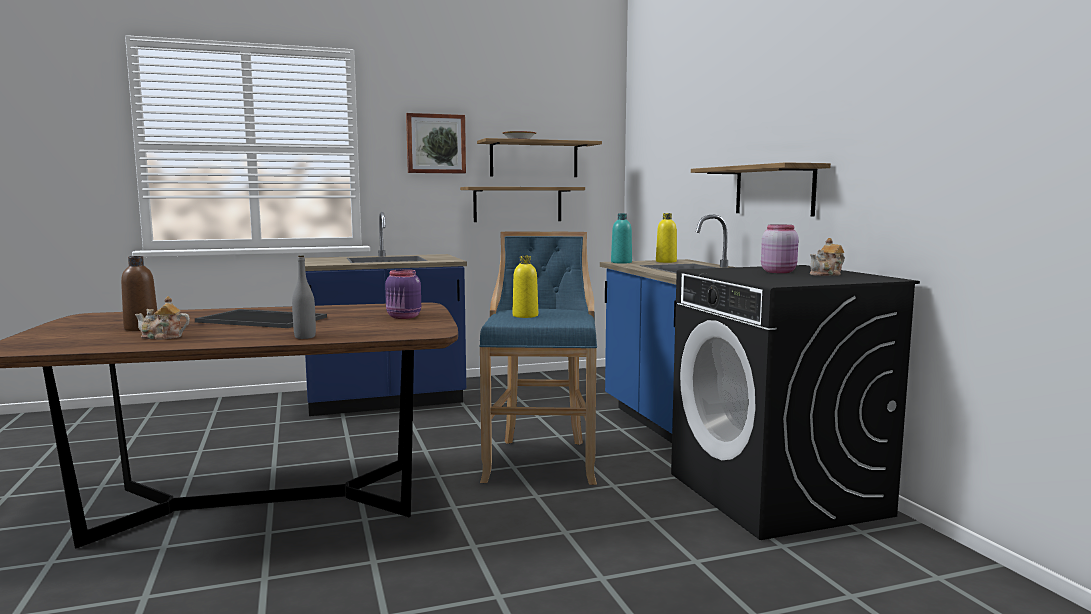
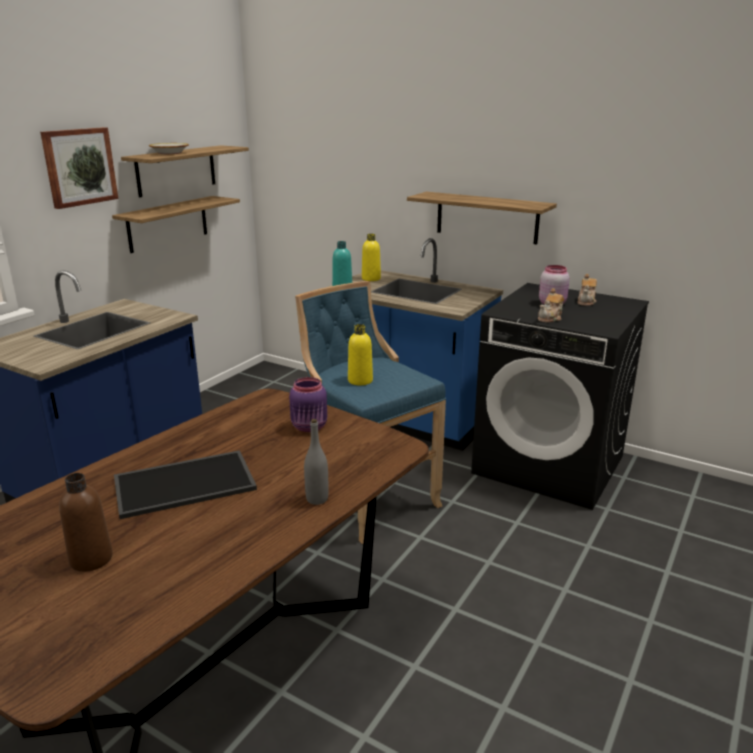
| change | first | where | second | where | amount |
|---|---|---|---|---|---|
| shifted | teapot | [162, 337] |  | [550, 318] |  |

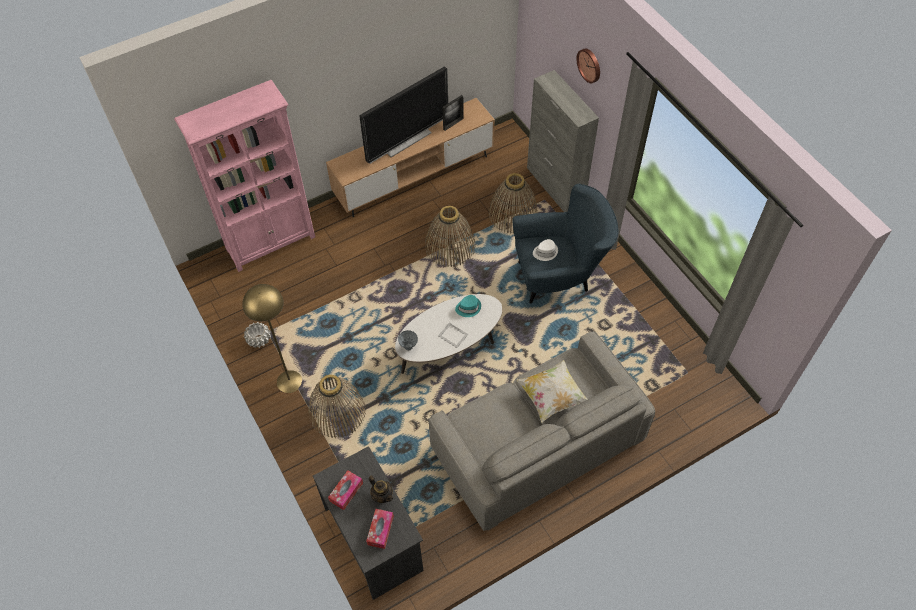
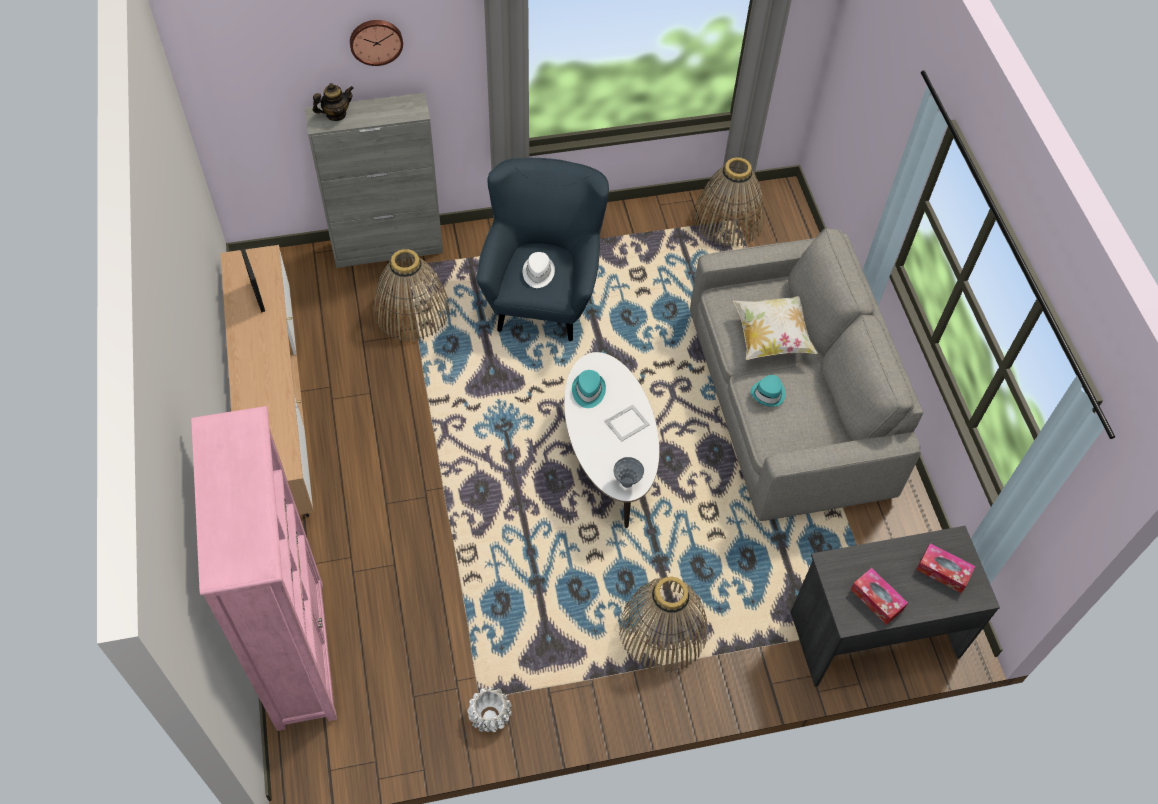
| change | first | where | second | where | amount |
|---|---|---|---|---|---|
| shifted | teapot | [382, 495] |  | [336, 114] |  |
| shifted | basket | [450, 246] |  | [728, 219] |  |
| new |  |  | hat (turquoise) | [768, 393] |  |
| gone | floor lamp (yellow) | [289, 381] |  |  |  |
| gone | television | [406, 140] |  |  |  |

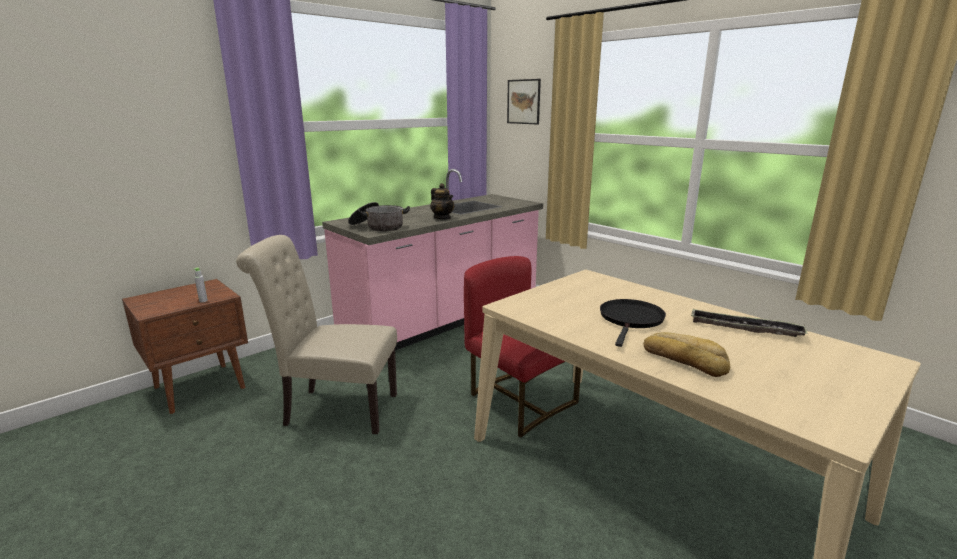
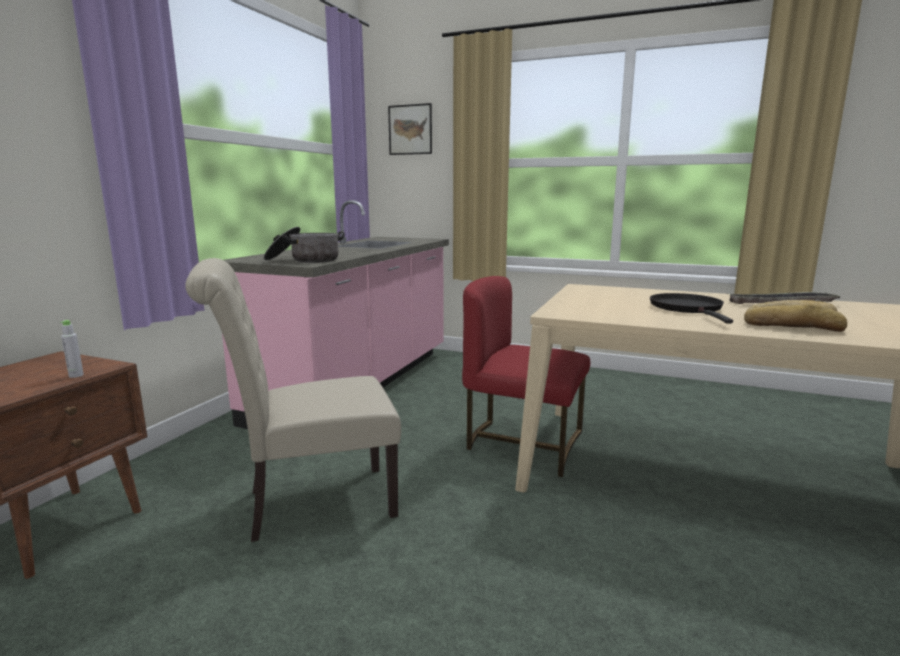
| change | first | where | second | where | amount |
|---|---|---|---|---|---|
| gone | teapot | [442, 218] |  |  |  |

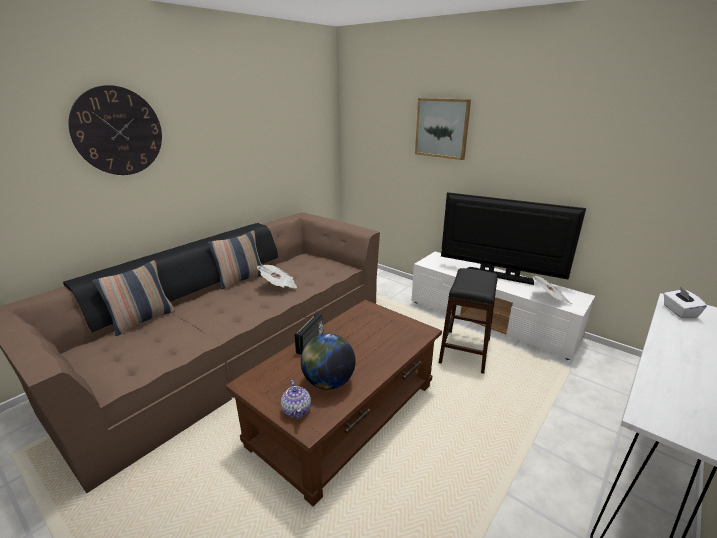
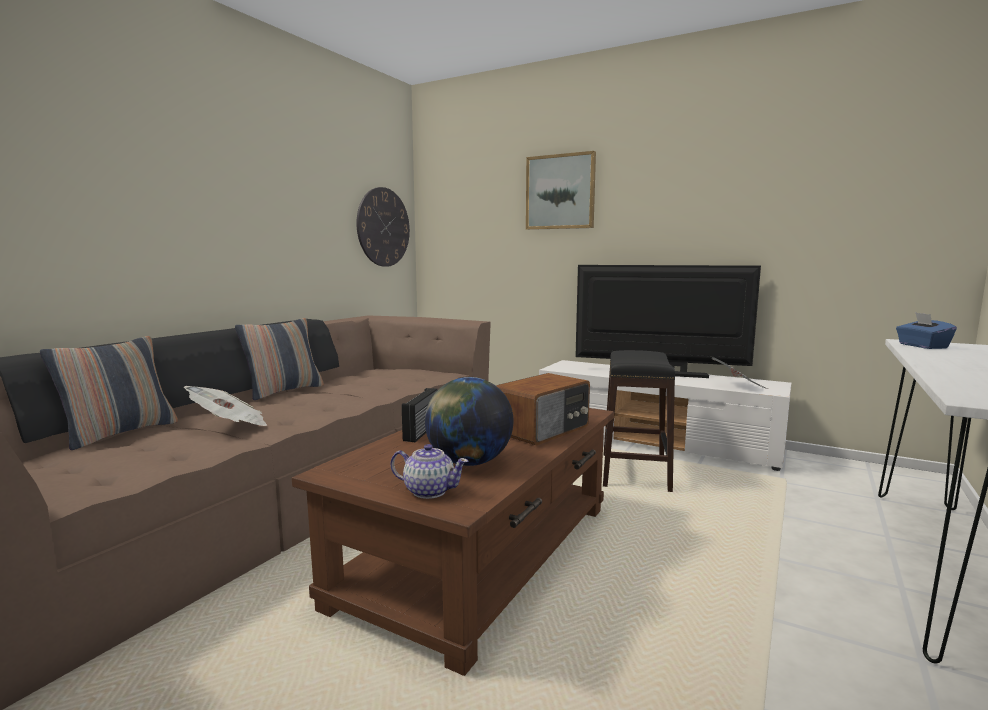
| change | first | where | second | where | amount |
|---|---|---|---|---|---|
| shifted | newspaper | [279, 286] |  | [230, 425] |  |
| shifted | wall clock | [118, 131] |  | [383, 227] |  |
| rotated | teapot | [297, 410] |  | [429, 491] | 45 degrees counterclockwise |
| new |  |  | radio | [544, 430] |  |
| repainted | tissue box (white) | [679, 311] | tissue box (blue) | [922, 346] |  |

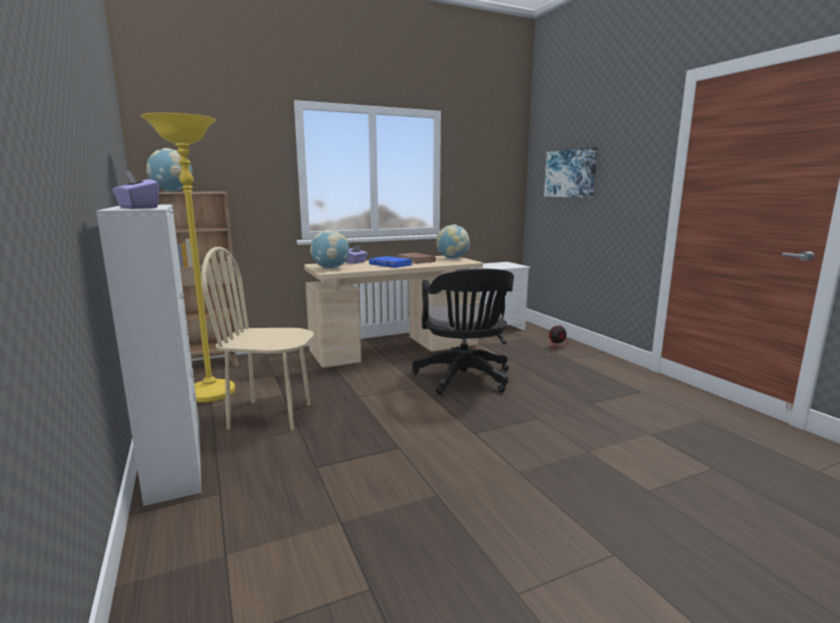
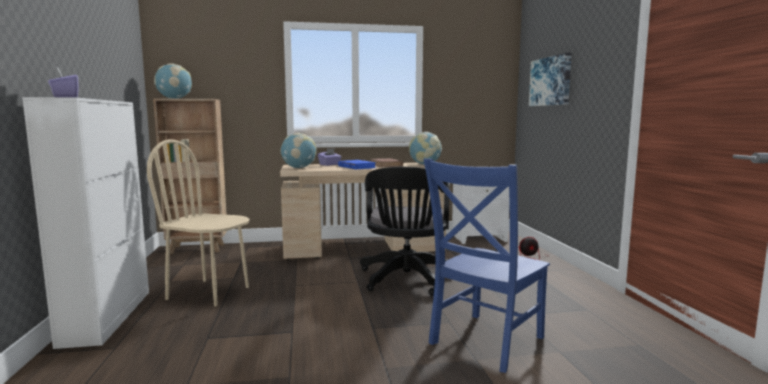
| change | first | where | second | where | amount |
|---|---|---|---|---|---|
| new |  |  | chair (blue) | [484, 342] |  |
| gone | floor lamp (yellow) | [210, 393] |  |  |  |

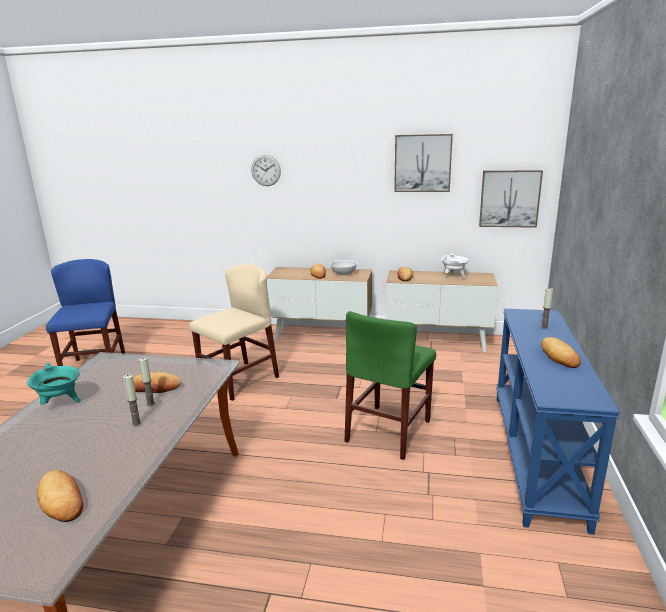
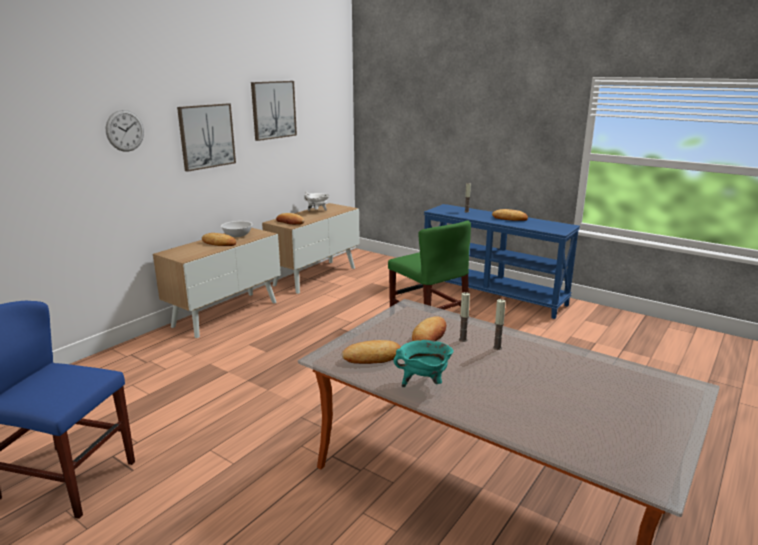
| change | first | where | second | where | amount |
|---|---|---|---|---|---|
| shifted | picture | [509, 198] |  | [206, 136] |  |
| shifted | bread | [61, 500] |  | [373, 357] |  |
| gone | chair (beige) | [239, 380] |  |  |  |

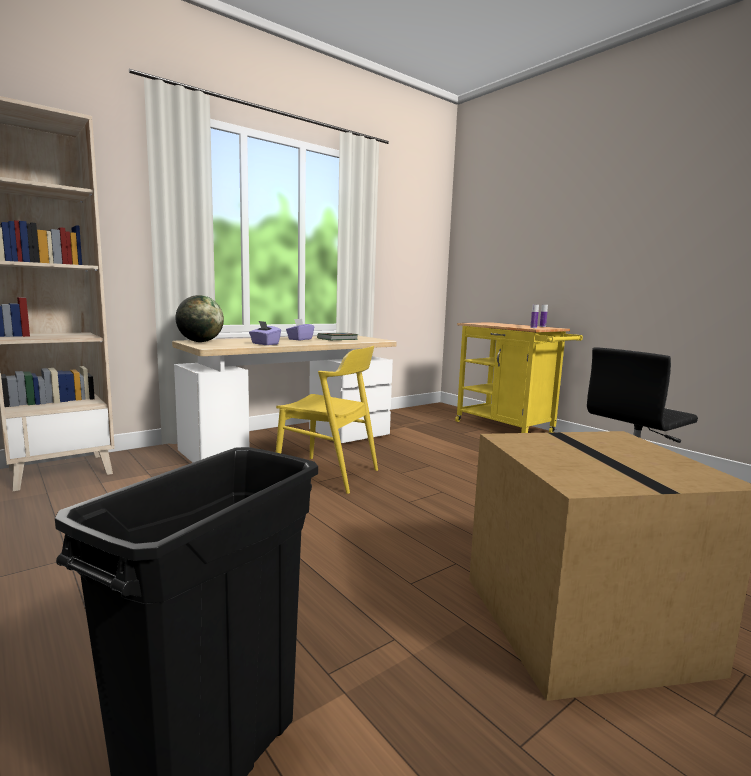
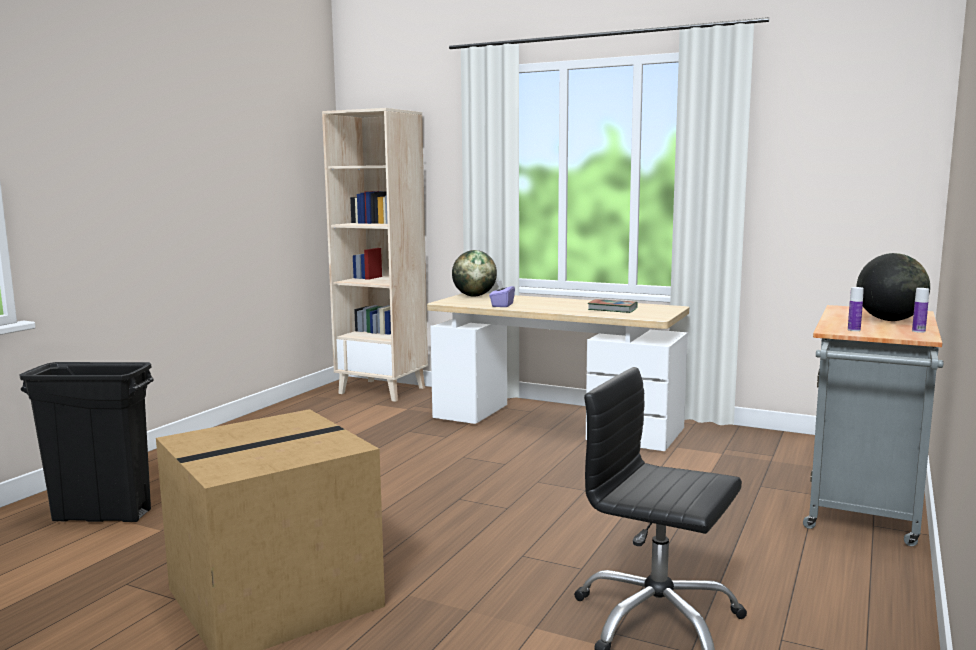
| change | first | where | second | where | amount |
|---|---|---|---|---|---|
| repainted | cart (yellow) | [509, 428] | cart (grey) | [863, 511] |  |
| new |  |  | globe | [890, 320] |  |
| gone | chair (yellow) | [328, 474] |  |  |  |
| gone | tissue box (purple) | [300, 339] |  |  |  |

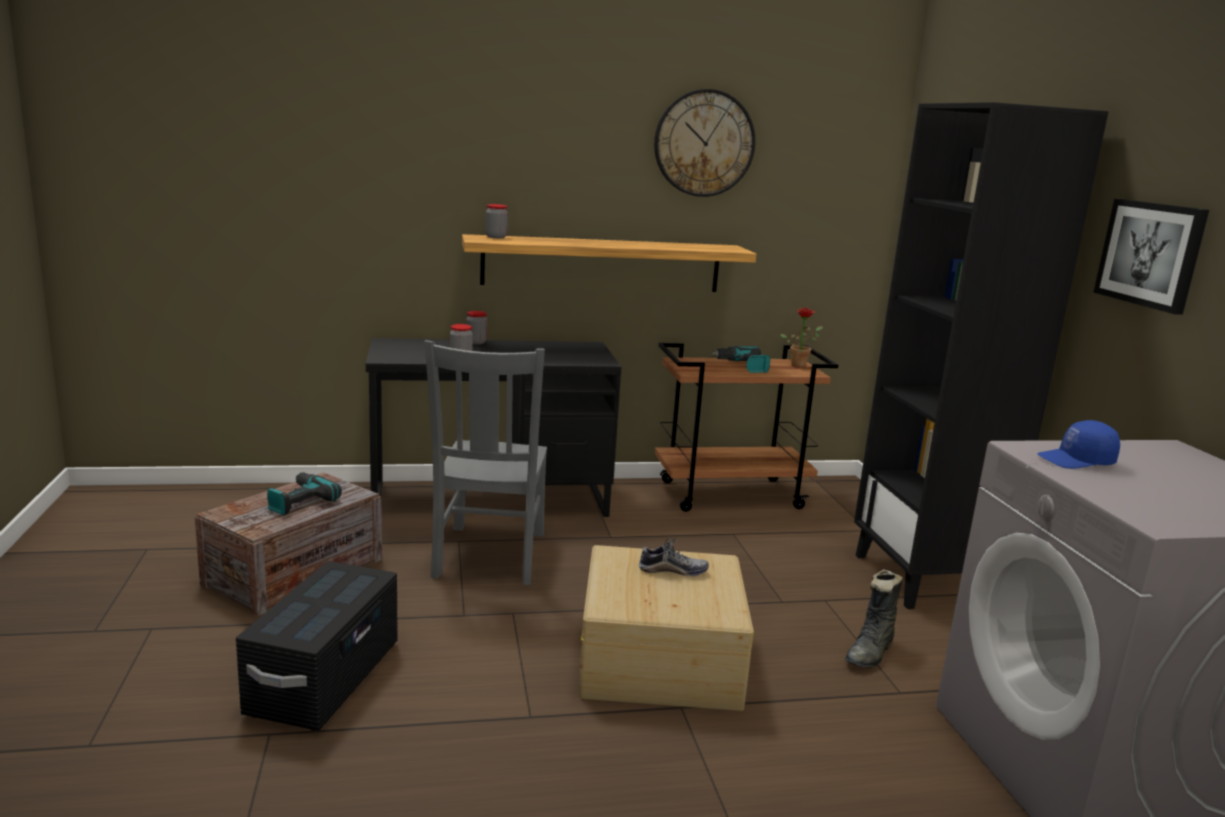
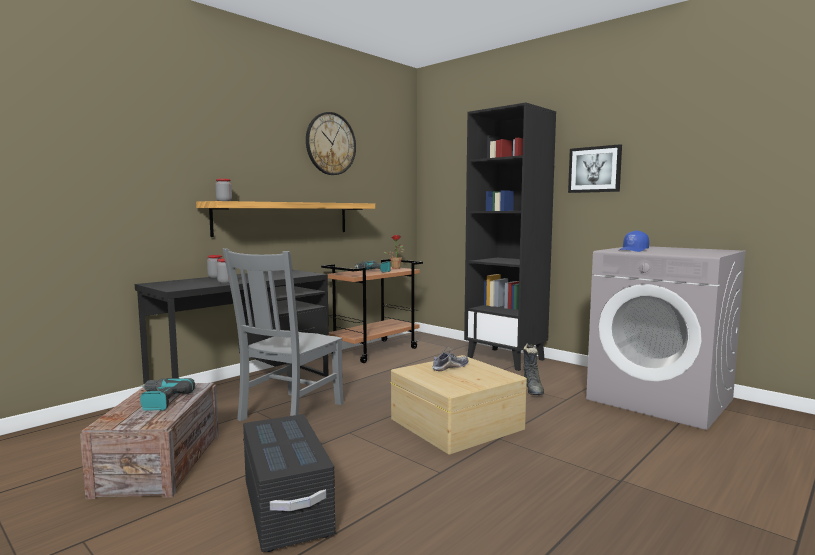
| change | first | where | second | where | amount |
|---|---|---|---|---|---|
| rotated | chair (grey) | [488, 557] |  | [289, 412] | 60 degrees clockwise |

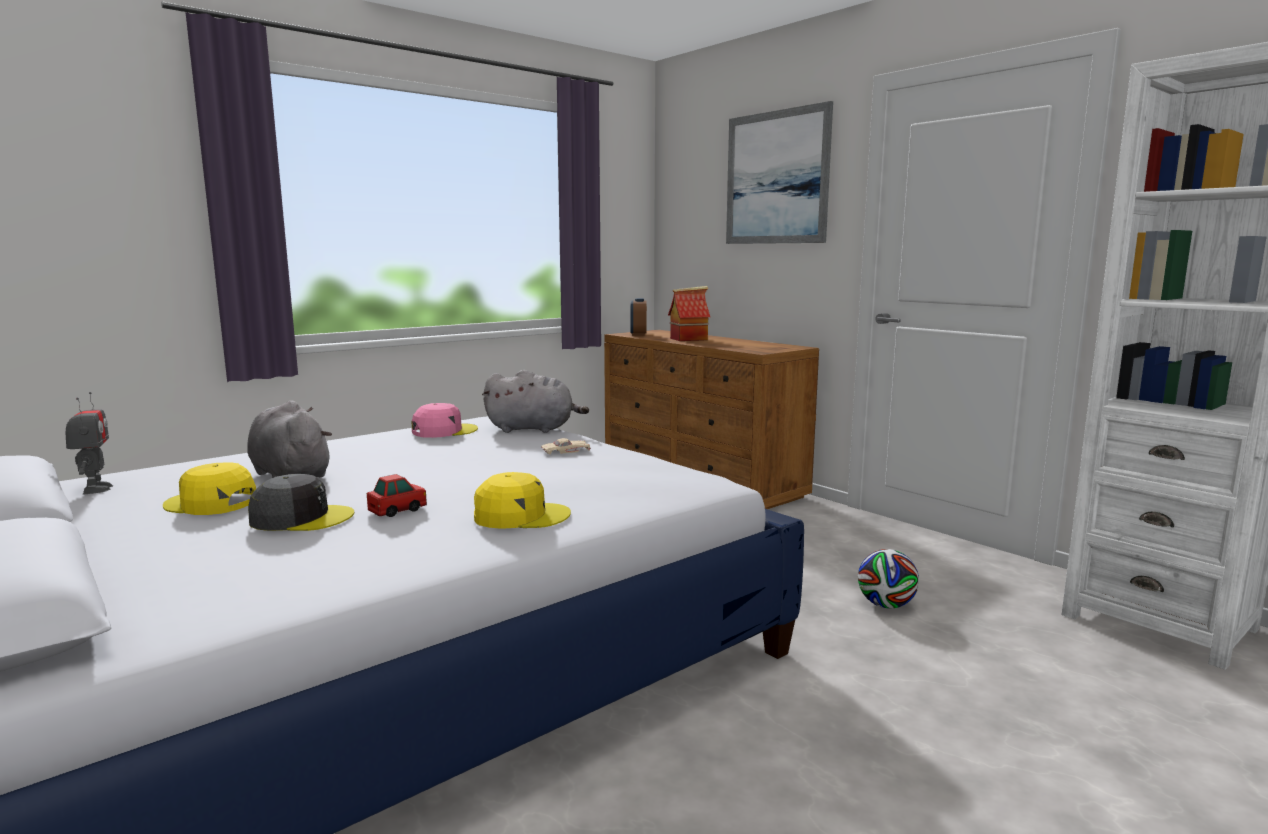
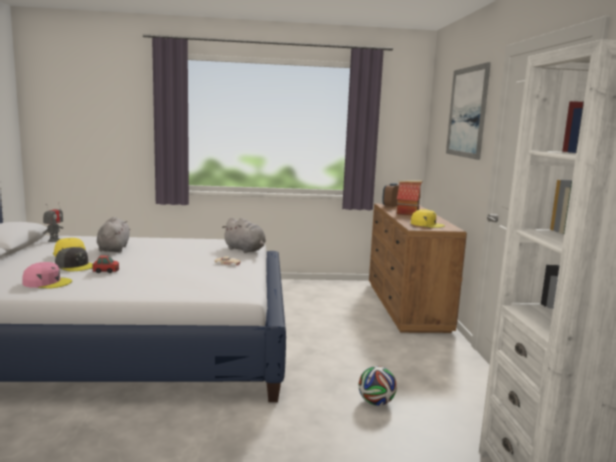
| change | first | where | second | where | amount |
|---|---|---|---|---|---|
| shifted | cap (pink) | [444, 431] |  | [47, 282] |  |
| shifted | cap (yellow) | [520, 515] |  | [427, 224] |  |

